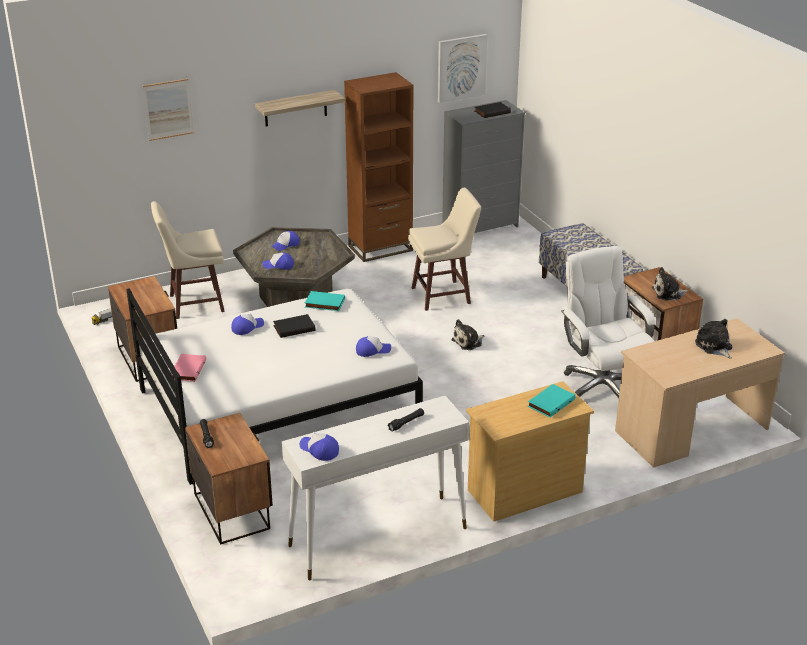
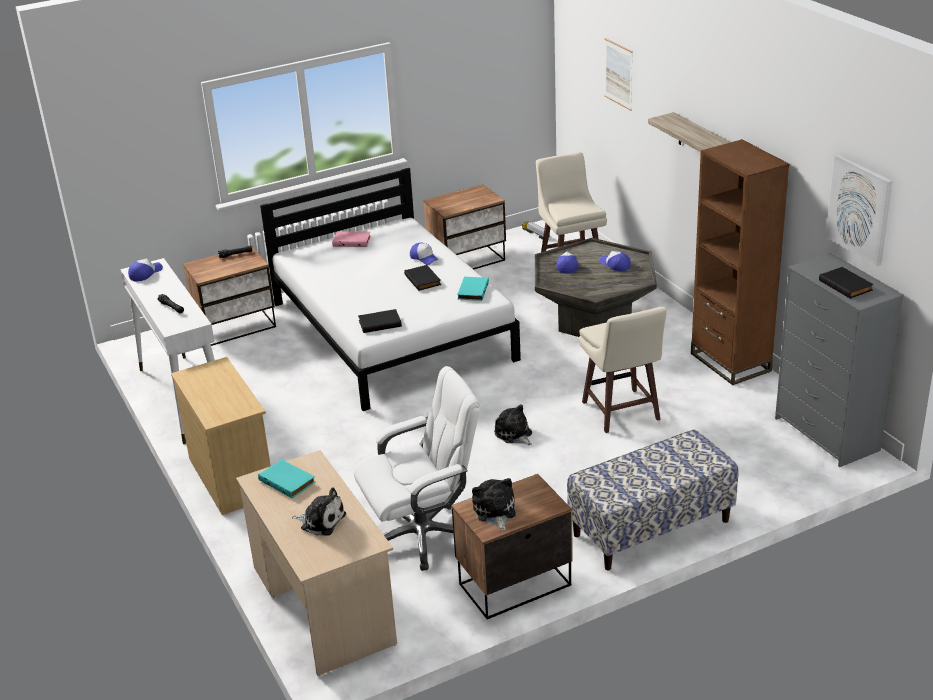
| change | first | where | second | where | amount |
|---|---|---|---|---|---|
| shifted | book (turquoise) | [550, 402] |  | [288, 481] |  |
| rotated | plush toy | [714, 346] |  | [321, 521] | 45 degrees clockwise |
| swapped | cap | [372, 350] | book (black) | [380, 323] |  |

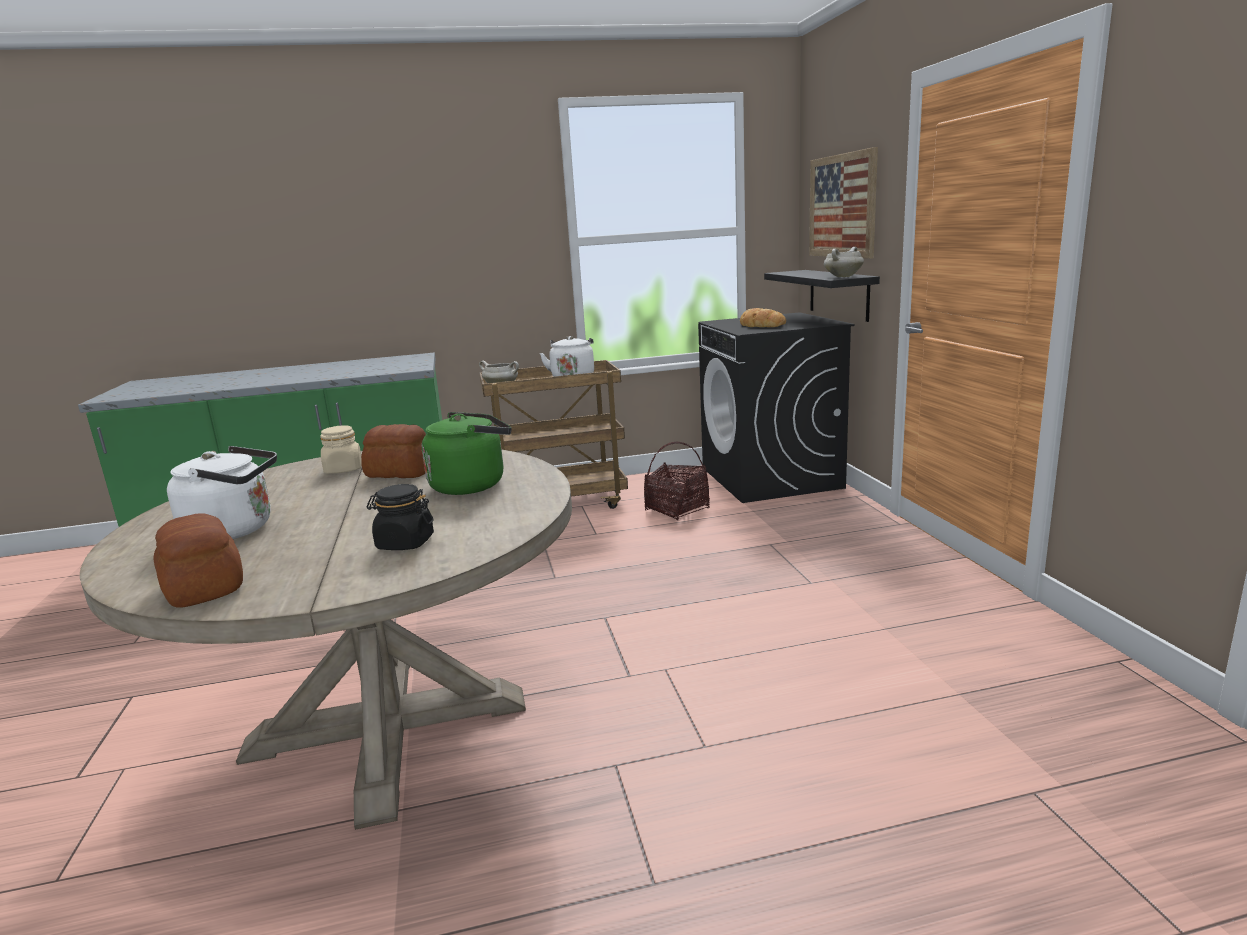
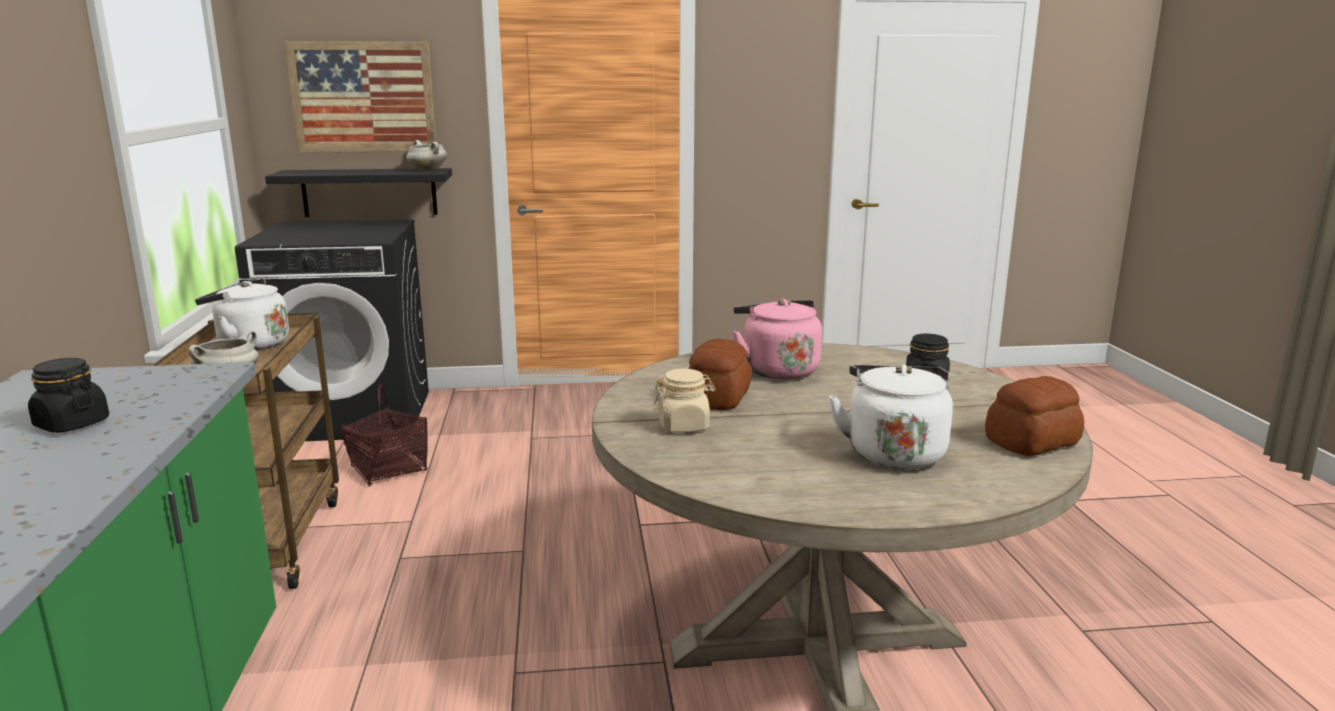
| change | first | where | second | where | amount |
|---|---|---|---|---|---|
| new |  |  | jar (black) | [71, 424] |  |
| repainted | kettle (green) | [472, 485] | kettle (pink) | [777, 370] |  |
| gone | bread | [760, 325] |  |  |  |

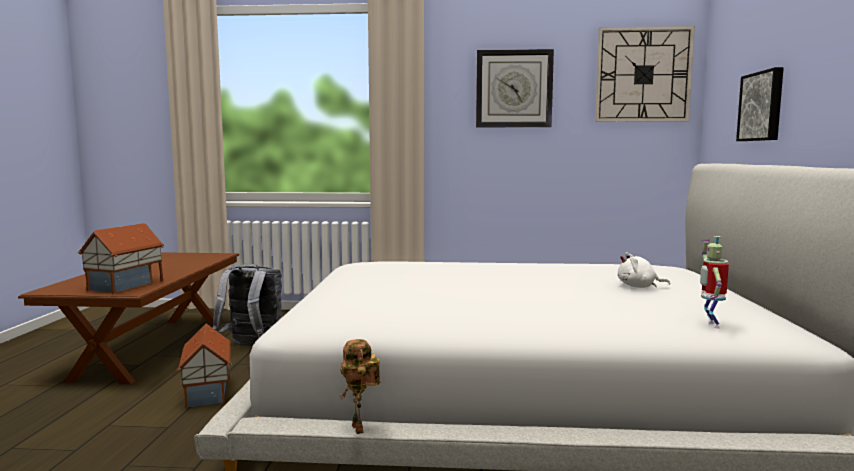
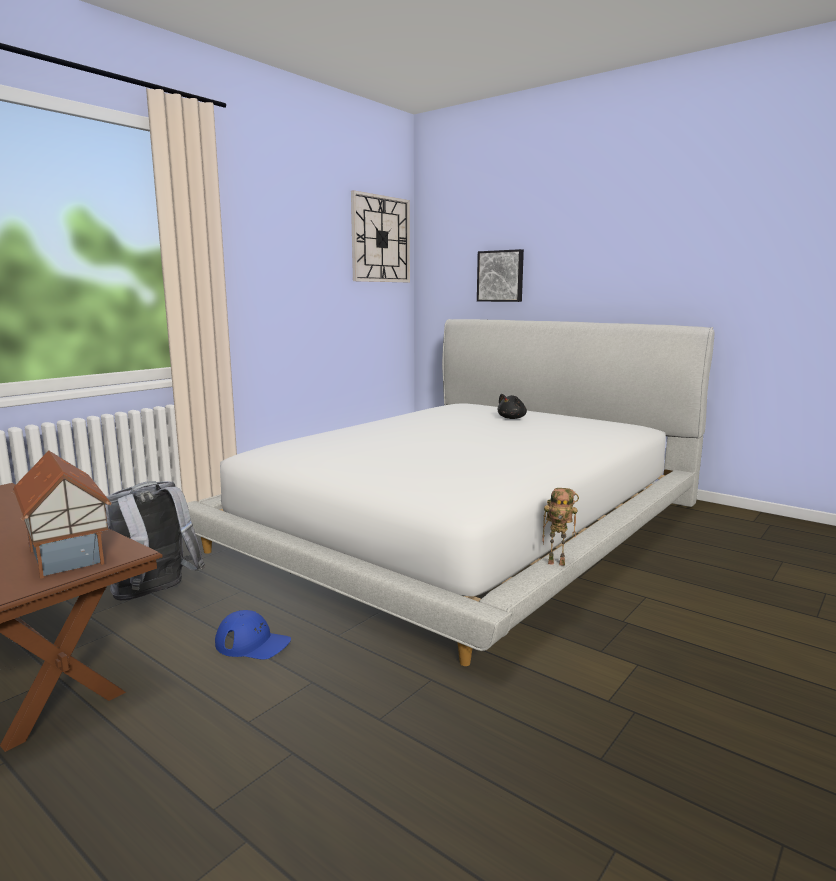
| change | first | where | second | where | amount |
|---|---|---|---|---|---|
| swapped | toy house | [209, 393] | cap (blue) | [253, 643] |  |
| repainted | plush toy (white) | [639, 287] | plush toy (black) | [512, 418] |  |
| gone | wall clock | [514, 89] |  |  |  |
| gone | toy robot | [710, 325] |  |  |  |

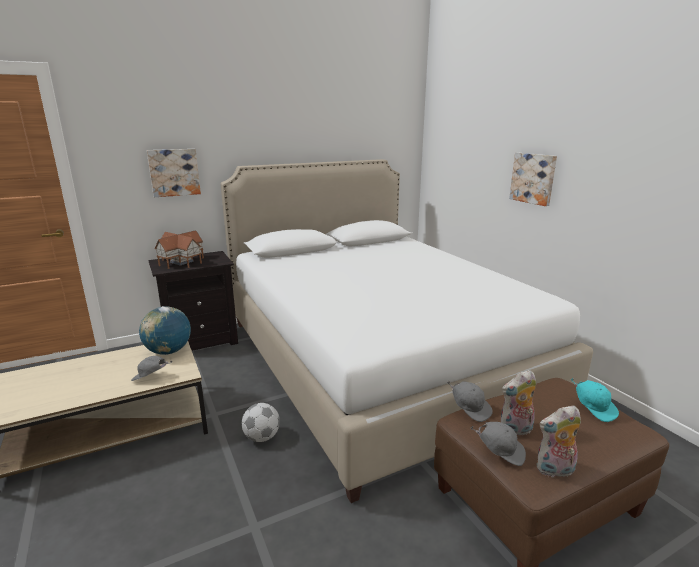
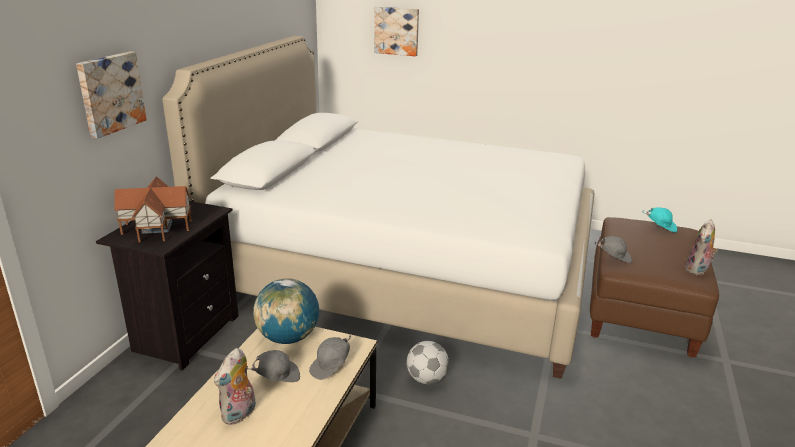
| change | first | where | second | where | amount |
|---|---|---|---|---|---|
| shifted | plush toy | [515, 430] |  | [239, 414] |  |
| shifted | cap (grey) | [500, 452] |  | [277, 377] |  |
| shifted | picture | [533, 178] |  | [397, 31] |  |

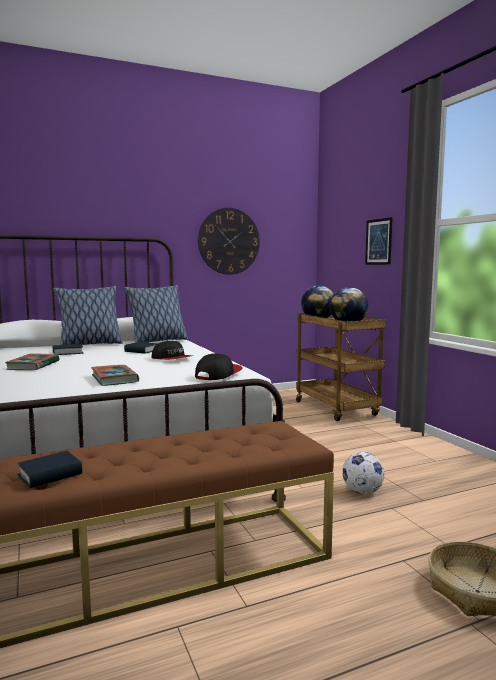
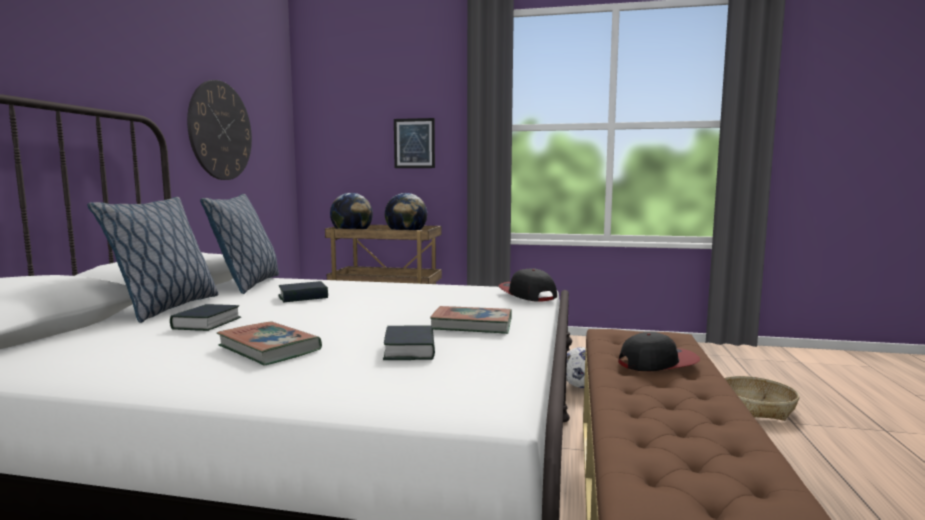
| change | first | where | second | where | amount |
|---|---|---|---|---|---|
| shifted | book | [50, 475] |  | [410, 350] |  |
| shifted | cap | [172, 359] |  | [657, 362] |  |

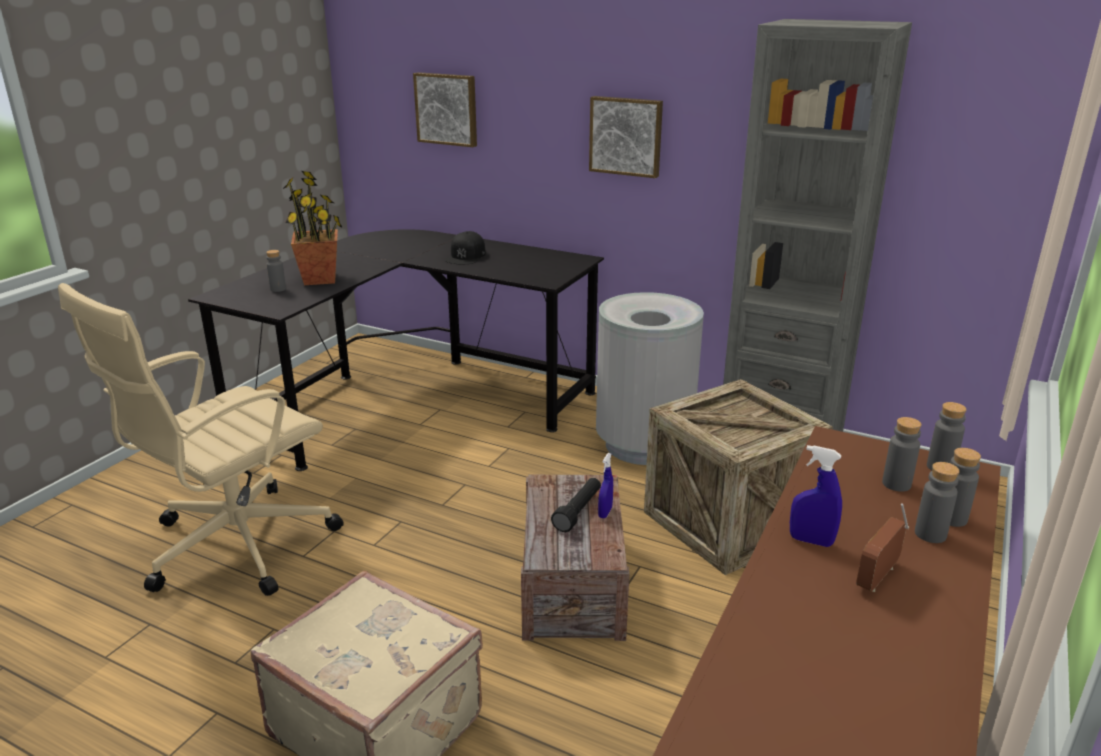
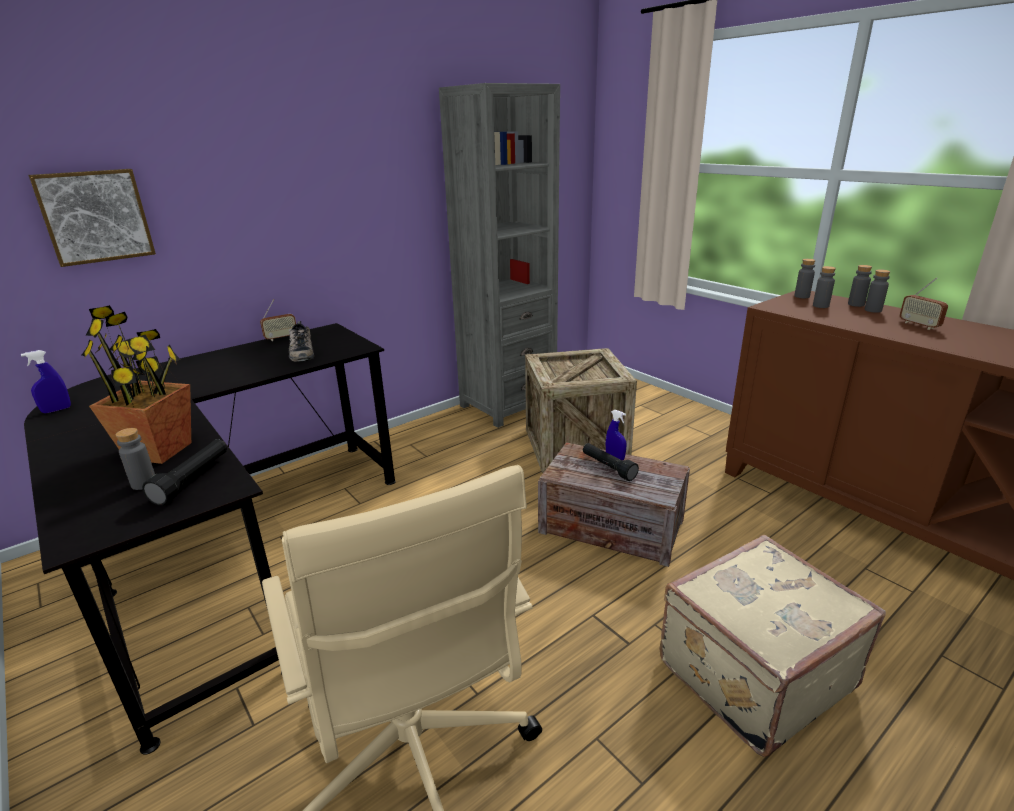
| change | first | where | second | where | amount |
|---|---|---|---|---|---|
| shifted | spray bottle (blue) | [811, 541] |  | [56, 410] |  |
| new |  |  | flashlight (black) | [193, 480] |  |
| new |  |  | radio | [281, 338] |  |
| new |  |  | shoe | [301, 352] |  |
| gone | cap (black) | [466, 256] |  |  |  |
| gone | picture | [626, 136] |  |  |  |
| gone | trash can (grey) | [643, 445] |  |  |  |

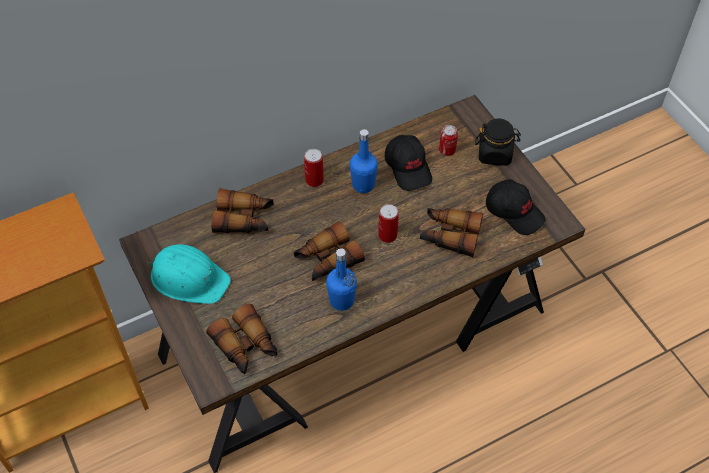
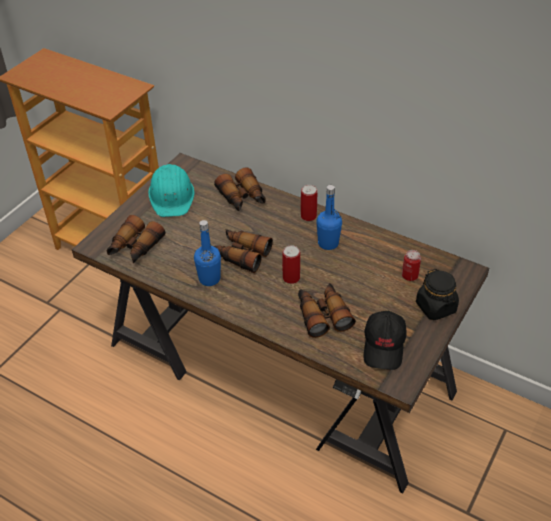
| change | first | where | second | where | amount |
|---|---|---|---|---|---|
| gone | cap (black) | [408, 168] |  |  |  |

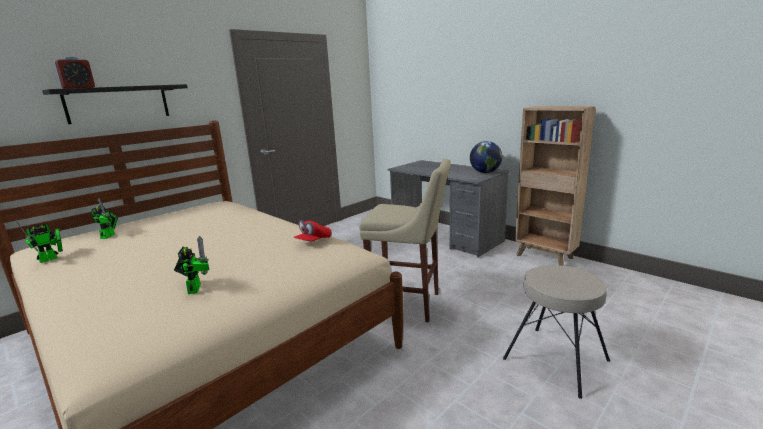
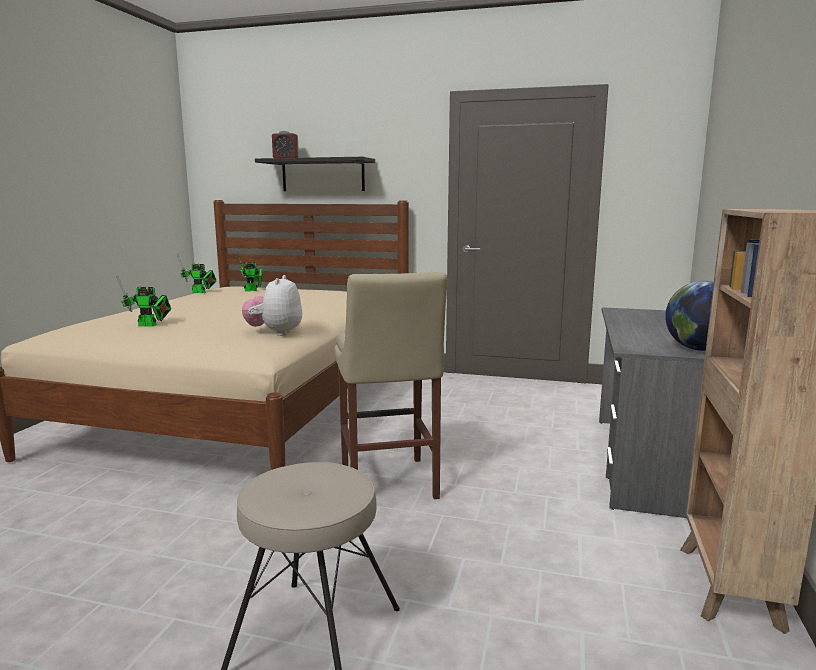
| change | first | where | second | where | amount |
|---|---|---|---|---|---|
| rotated | toy robot | [195, 288] |  | [150, 325] | 45 degrees clockwise |
| swapped | cap (red) | [313, 241] | plush toy | [275, 333] |  |

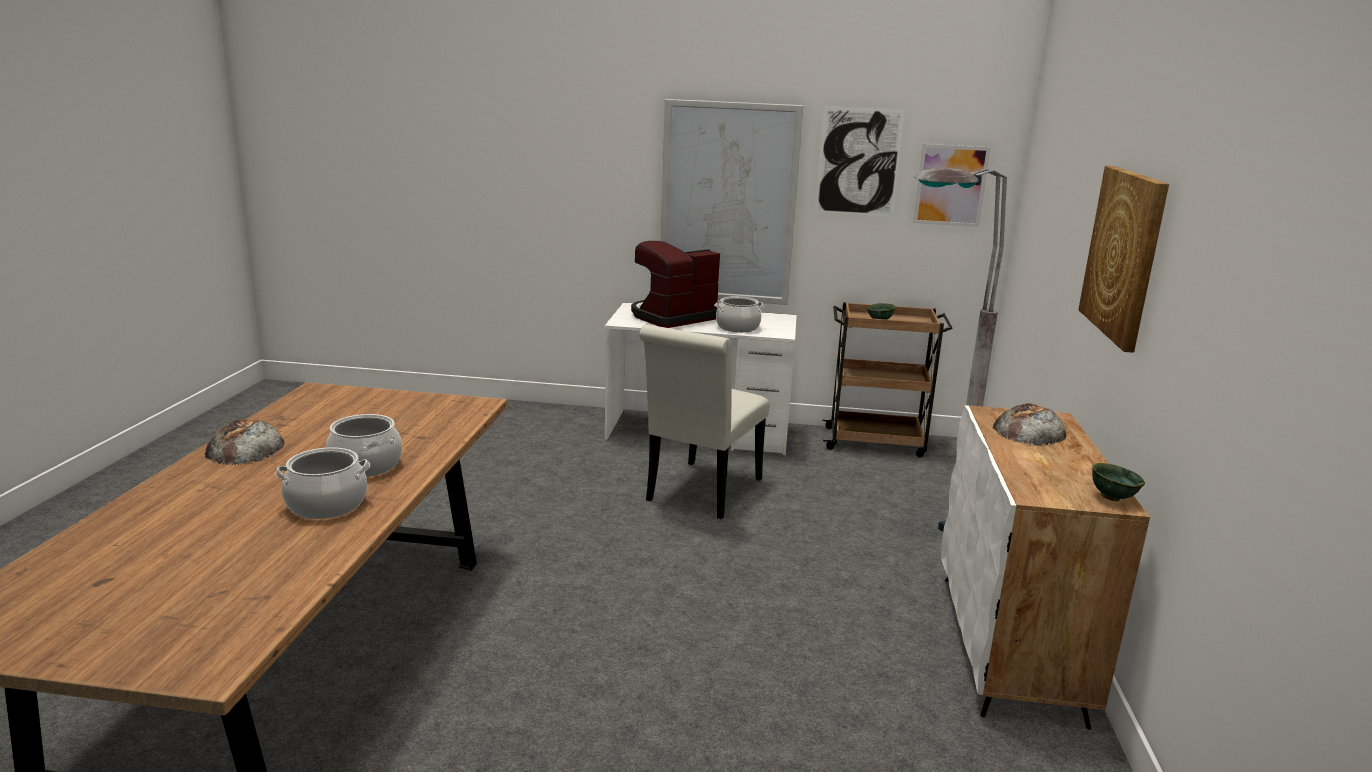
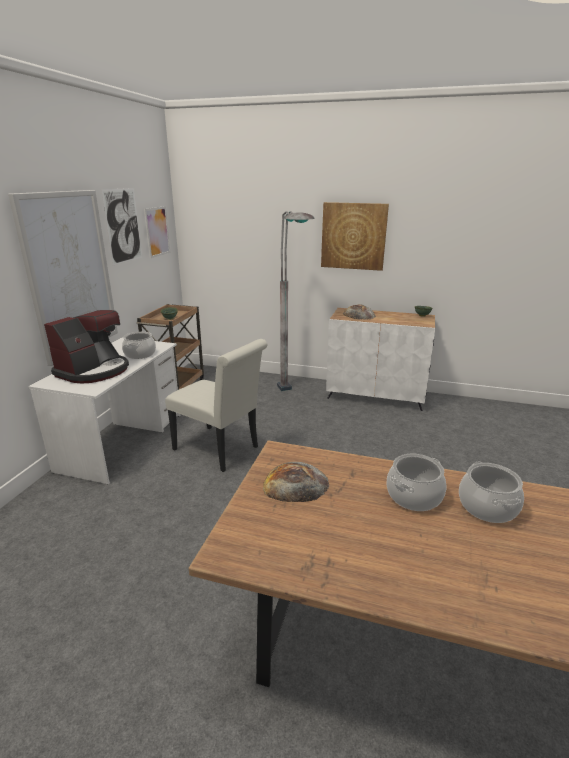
| change | first | where | second | where | amount |
|---|---|---|---|---|---|
| rotated | coffee machine | [672, 317] |  | [94, 371] | 120 degrees counterclockwise |
| shifted | bread | [245, 447] |  | [295, 484] |  |

